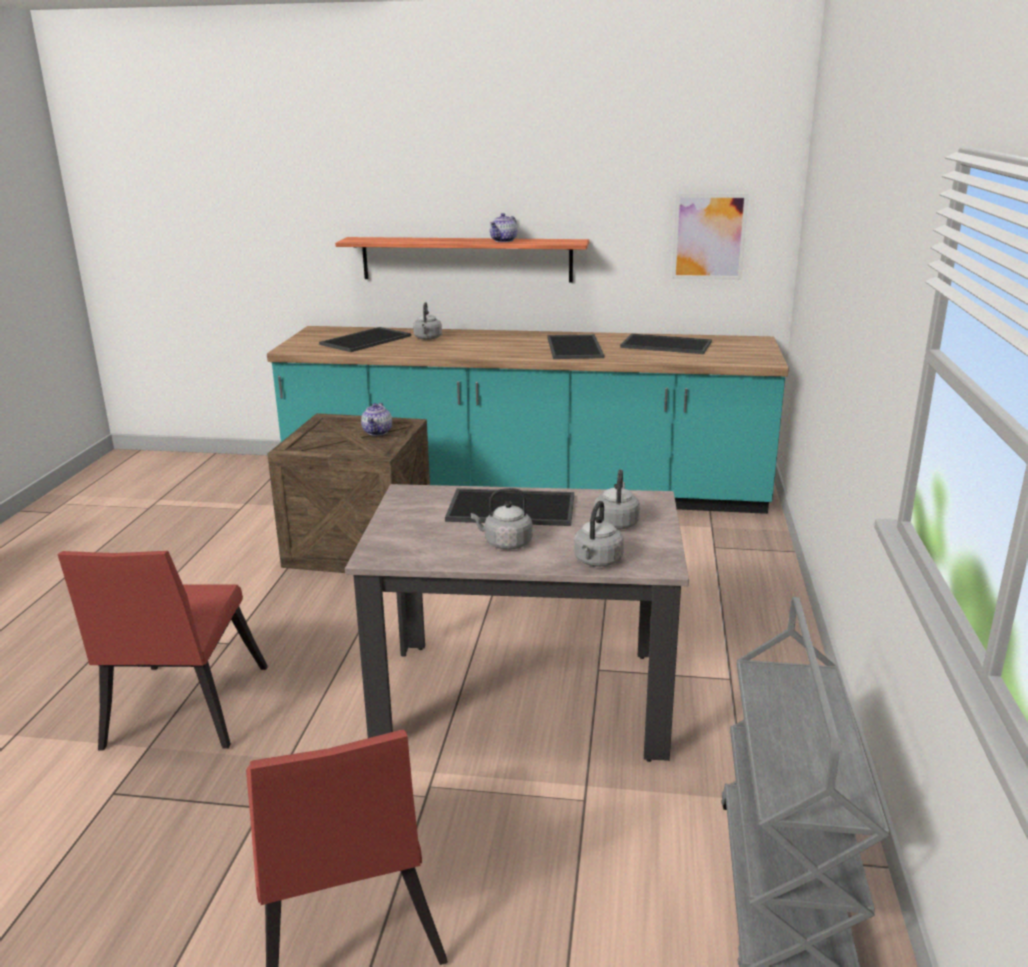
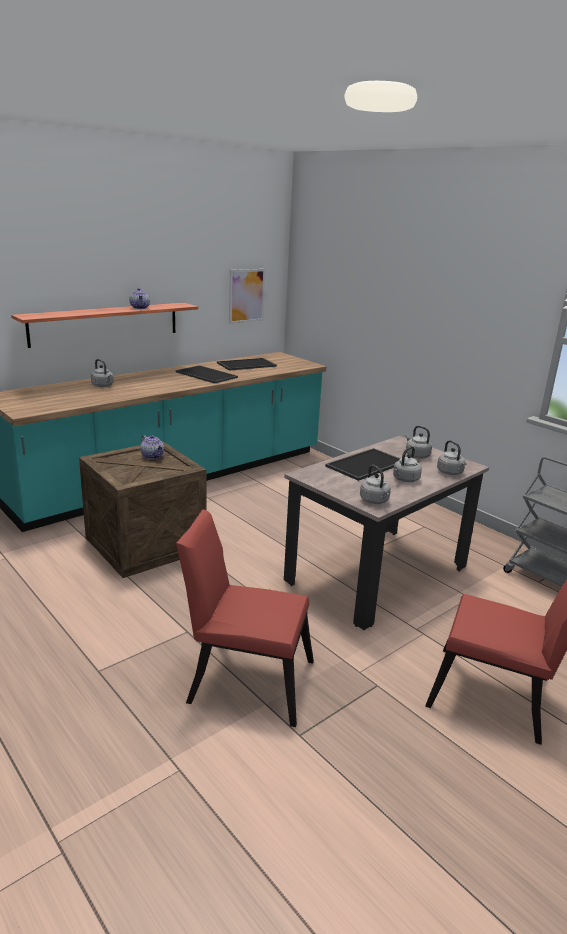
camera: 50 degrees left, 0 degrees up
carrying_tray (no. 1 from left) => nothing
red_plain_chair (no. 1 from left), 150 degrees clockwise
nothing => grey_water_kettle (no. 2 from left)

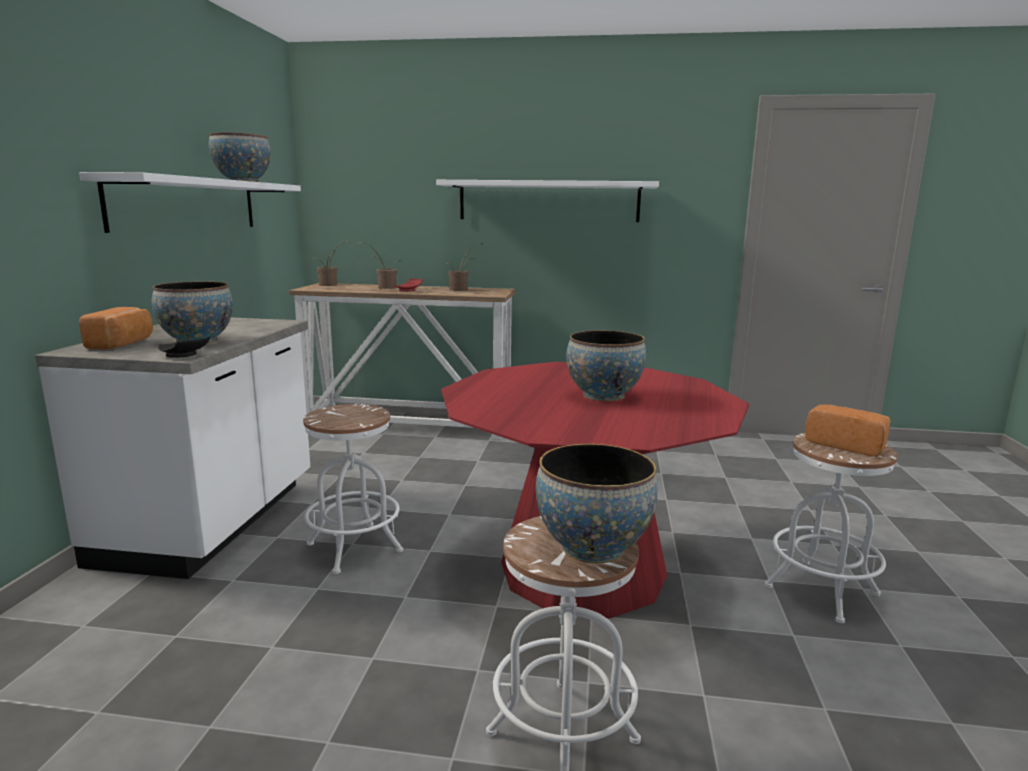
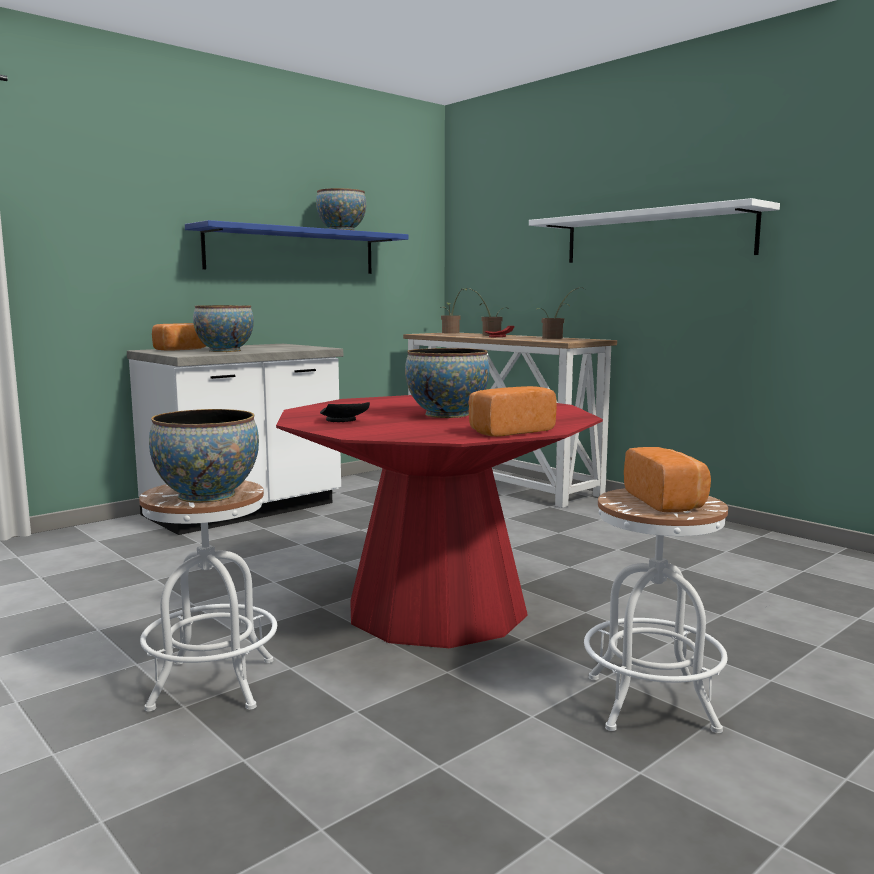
camera: 40 degrees right, 5 degrees down
white-coloured_shelf (no. 1 from left) => blue_shelf
blackish_flat_dish, shifted
white-coloured_sitting_stool (no. 1 from left) => nothing
nothing => bread (no. 2 from left)

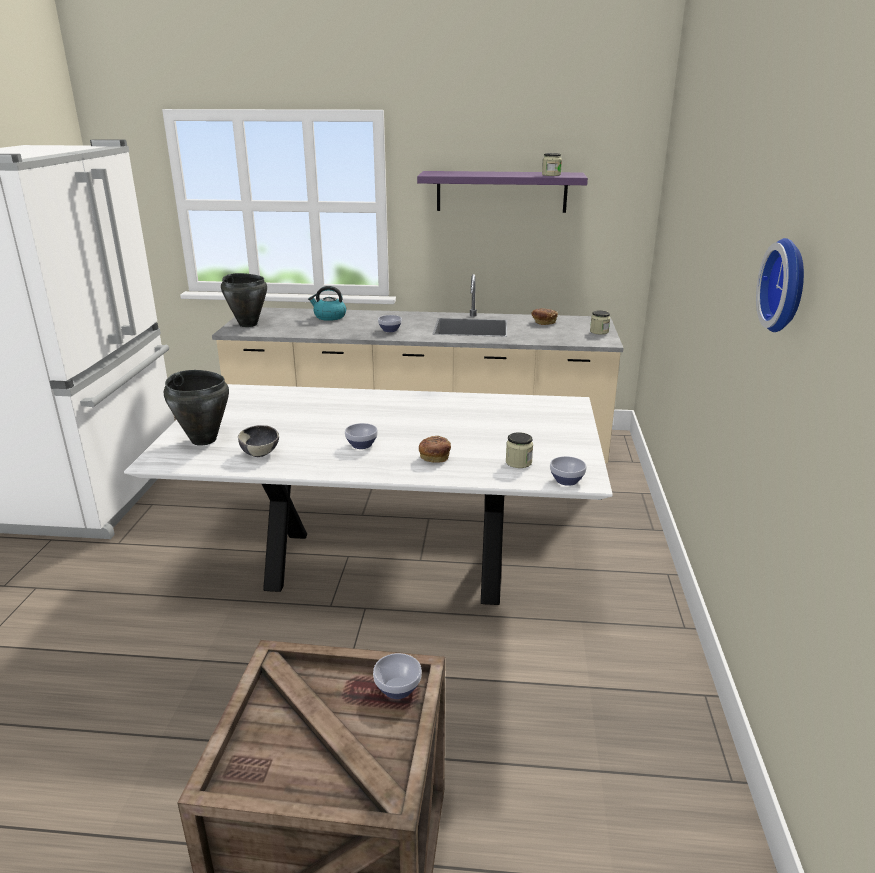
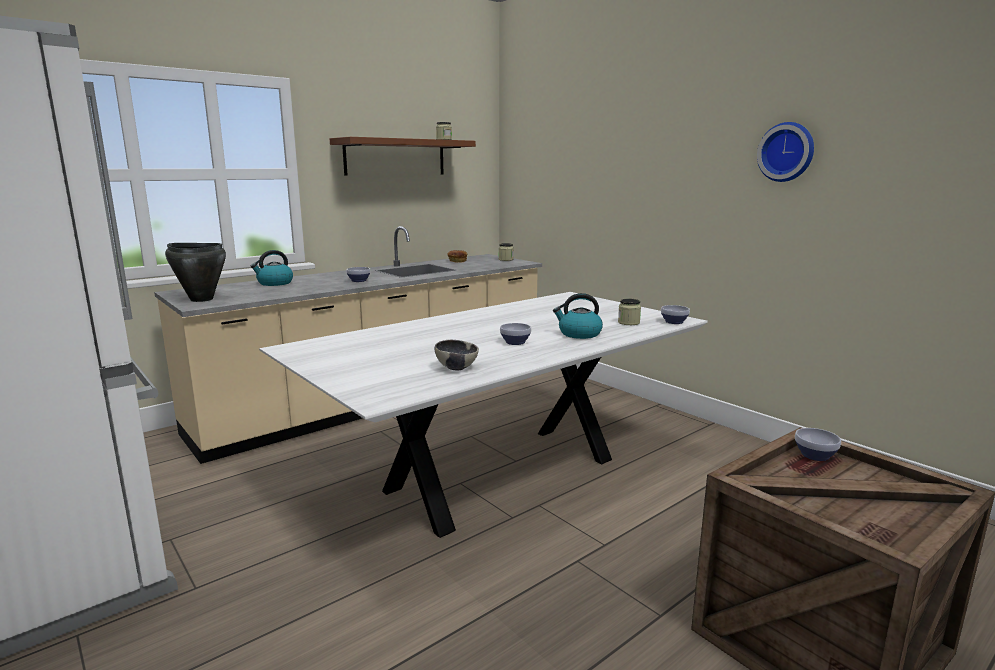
camera: 45 degrees left, 10 degrees down
purple-coloured_shelf => brown_shelf
blackish_saucepot (no. 1 from left) => nothing
bread (no. 1 from left) => water_kettle (no. 2 from left)

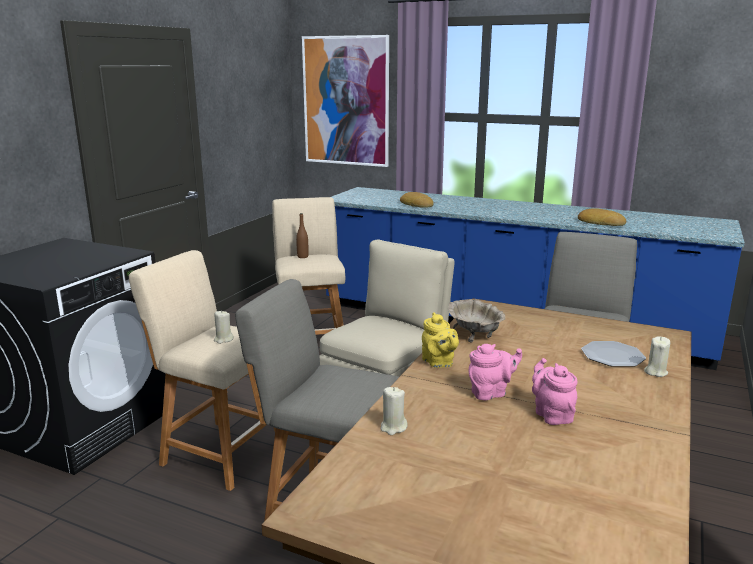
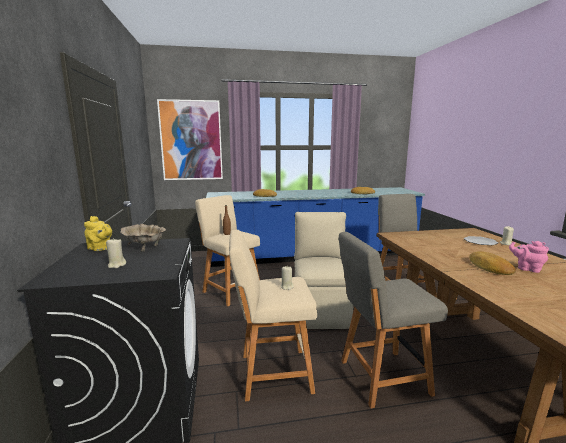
camera: 35 degrees left, 5 degrees down
beige_deep_dish, shifted
yellow_pot_for_tea, shifted
pink_pot_for_tea (no. 1 from left) => bread (no. 3 from left)
beige_candle (no. 2 from left in the first image) => beige_candle (no. 1 from left), shifted

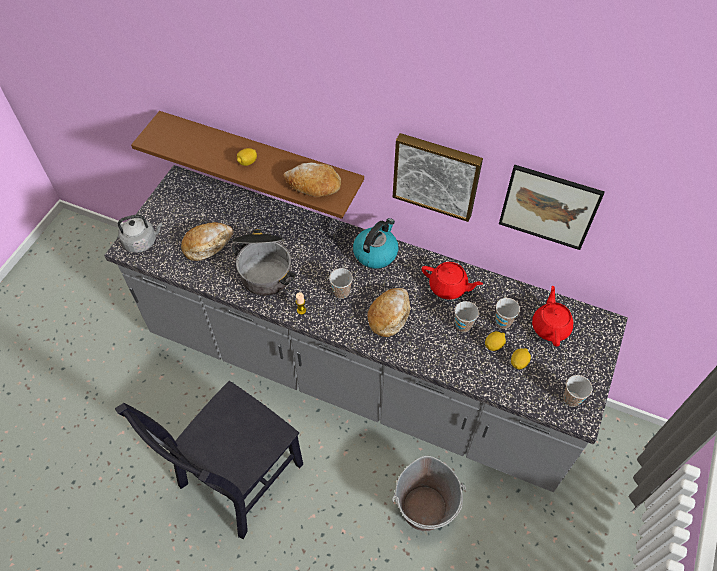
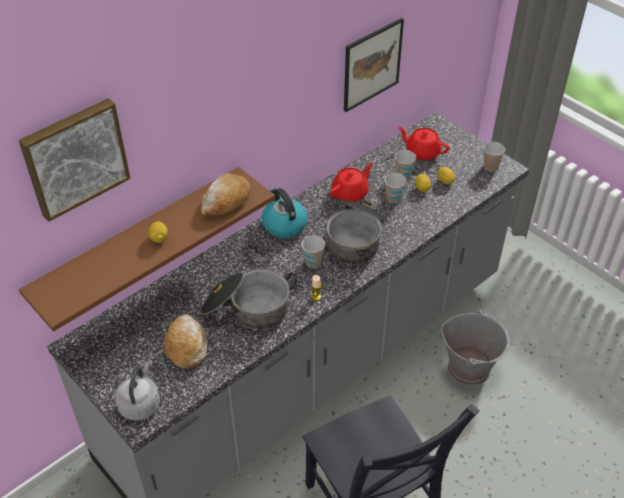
camera: 65 degrees left, 10 degrees down
picture (no. 1 from left), shifted
bread (no. 3 from left) => saucepot (no. 2 from left)

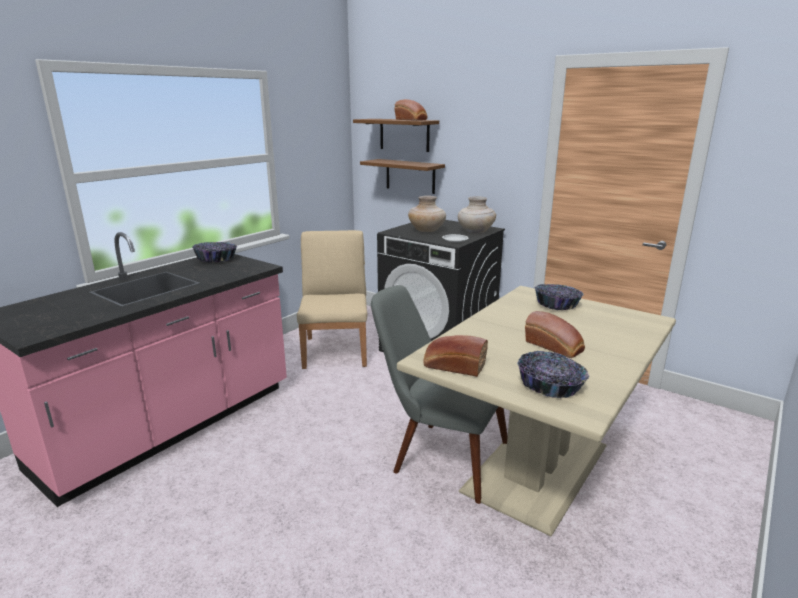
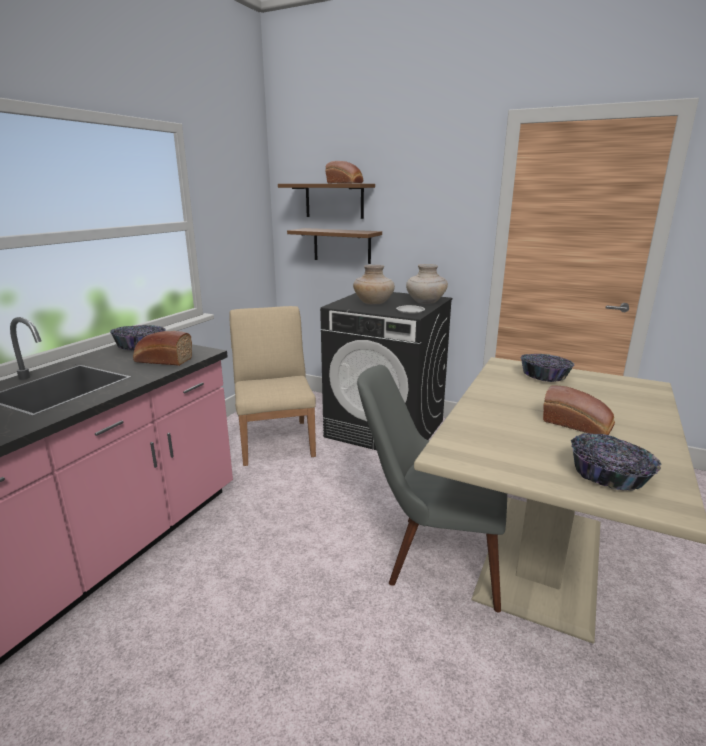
camera: 10 degrees left, 0 degrees up
bread (no. 2 from left in the first image) => bread (no. 1 from left), shifted

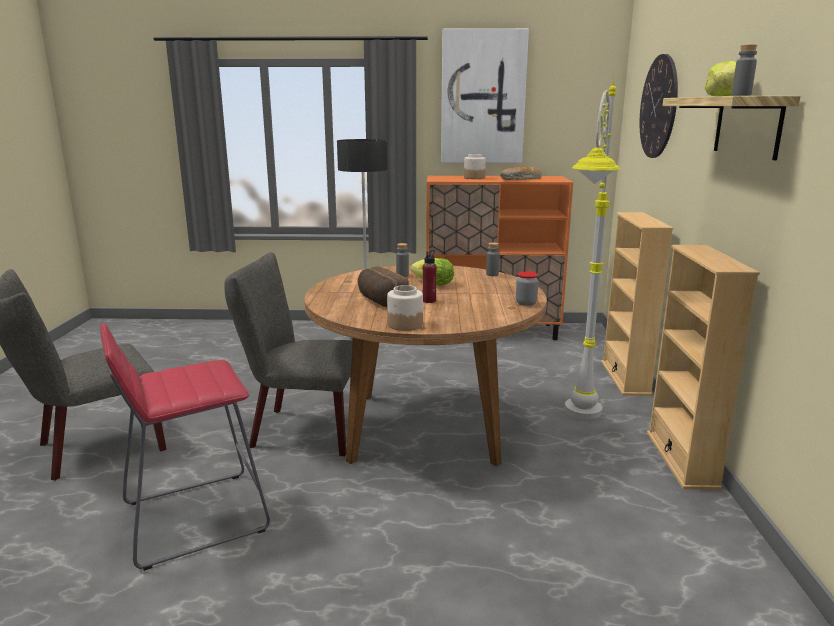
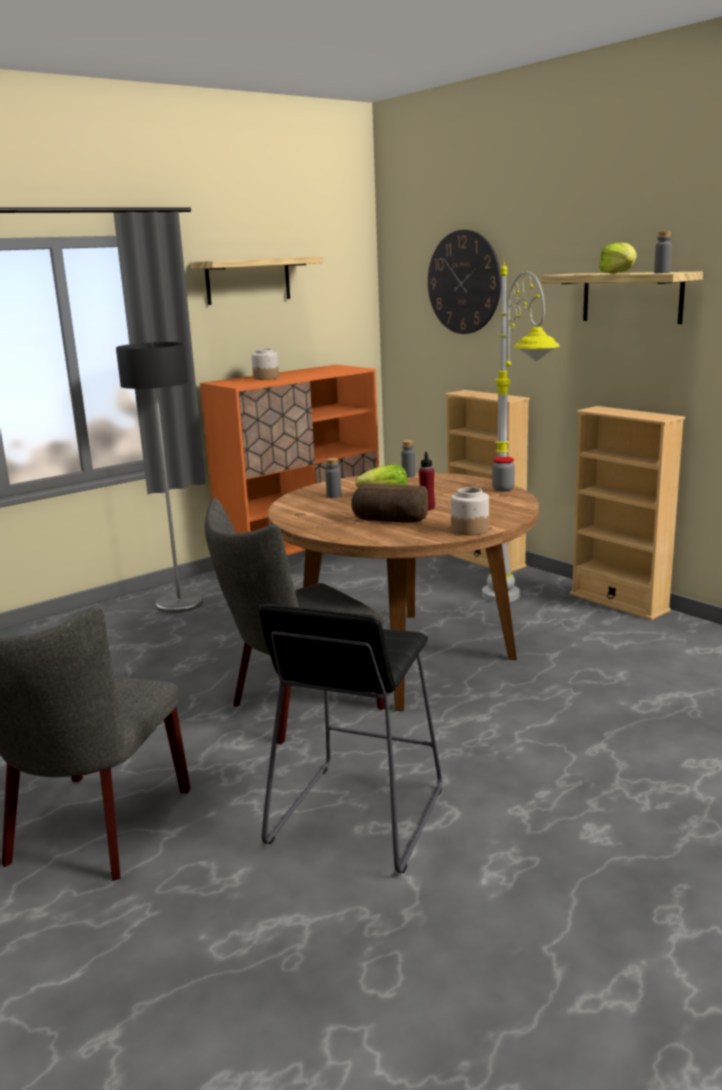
camera: 40 degrees left, 0 degrees up
picture => shelf (no. 1 from left)
bread (no. 2 from left) => nothing
red_sitting_stool => blackish_sitting_stool

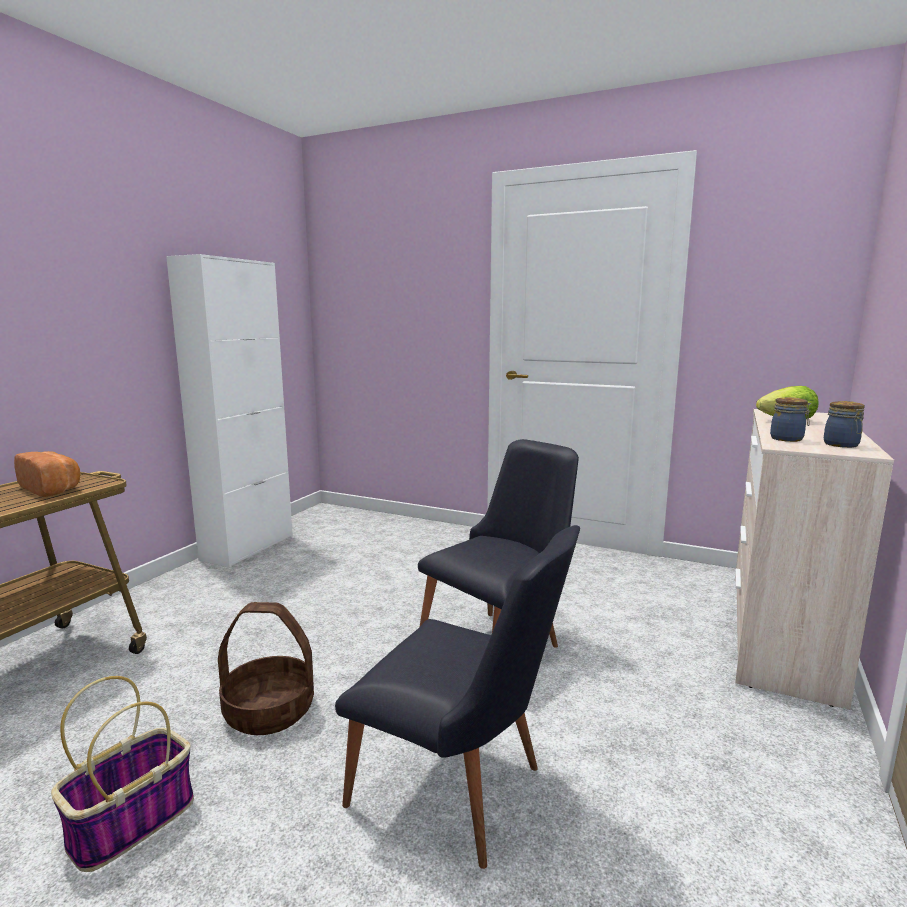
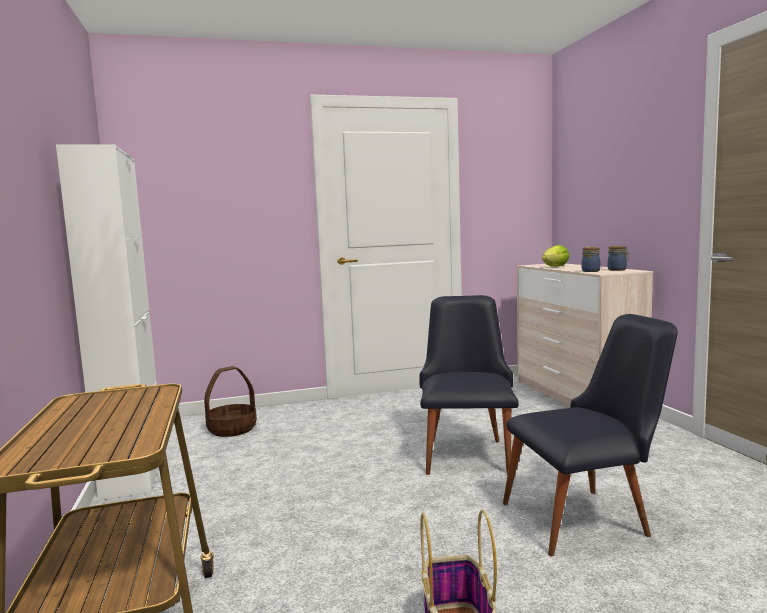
camera: 40 degrees left, 5 degrees down
bread => nothing
basket (no. 2 from left in the first image) => basket (no. 1 from left), shifted

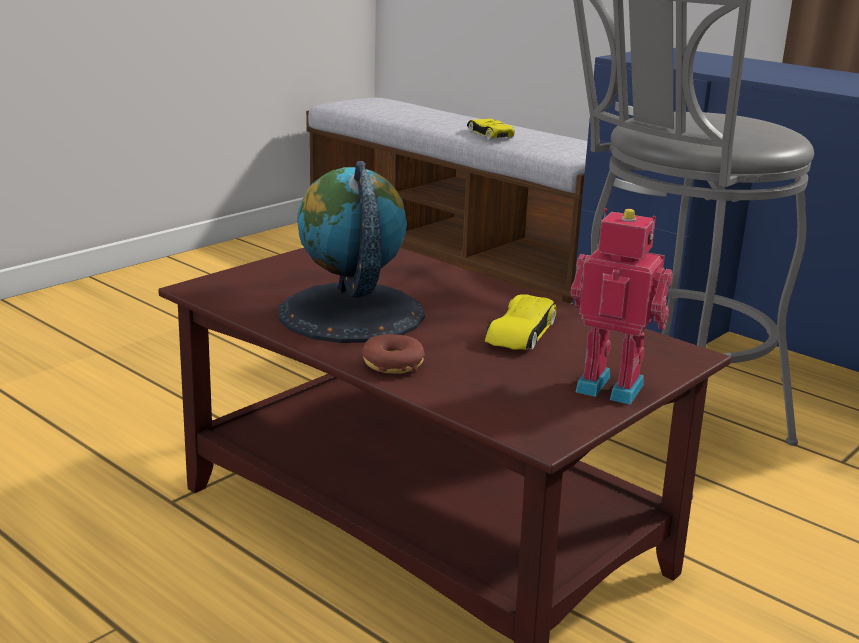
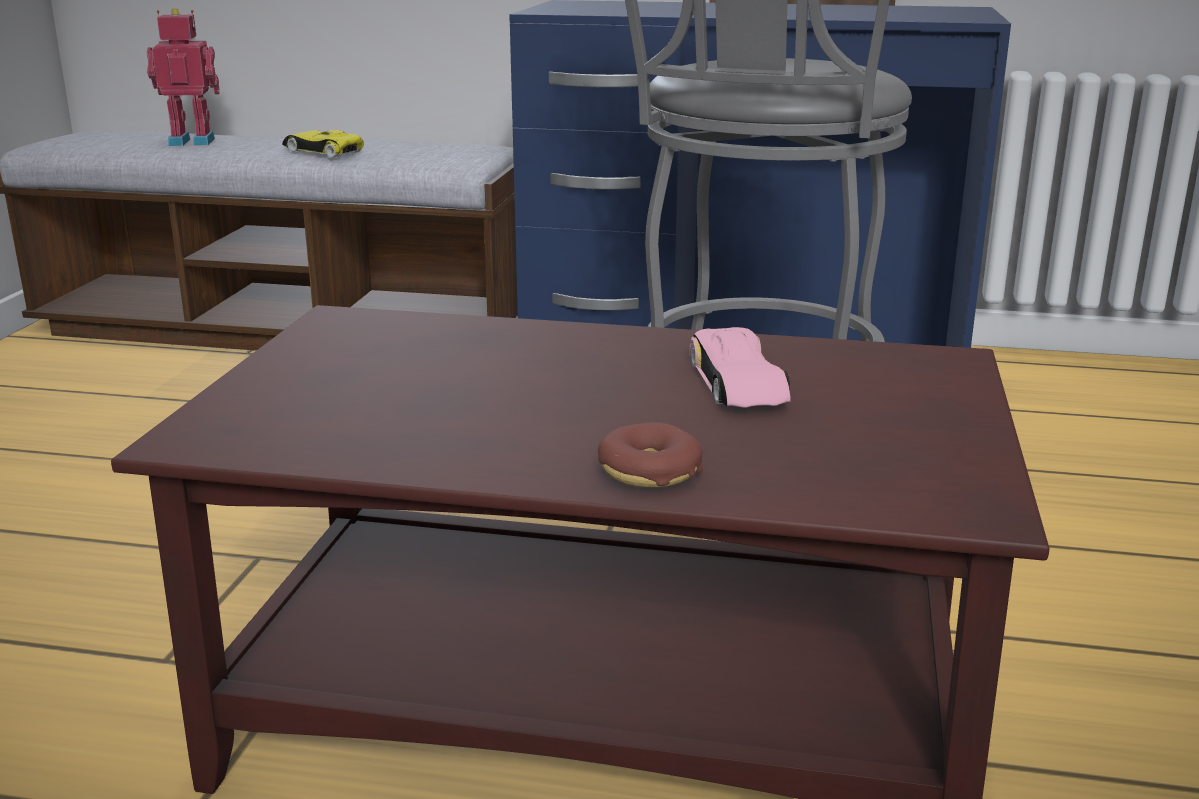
camera: 30 degrees left, 0 degrees up
desk_globe => nothing
robot_figure, shifted
yellow_toy_car (no. 2 from left) => pink_toy_car

